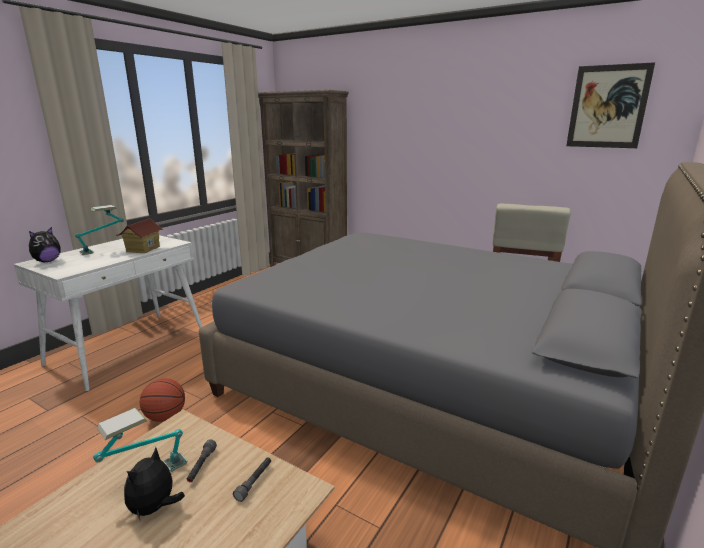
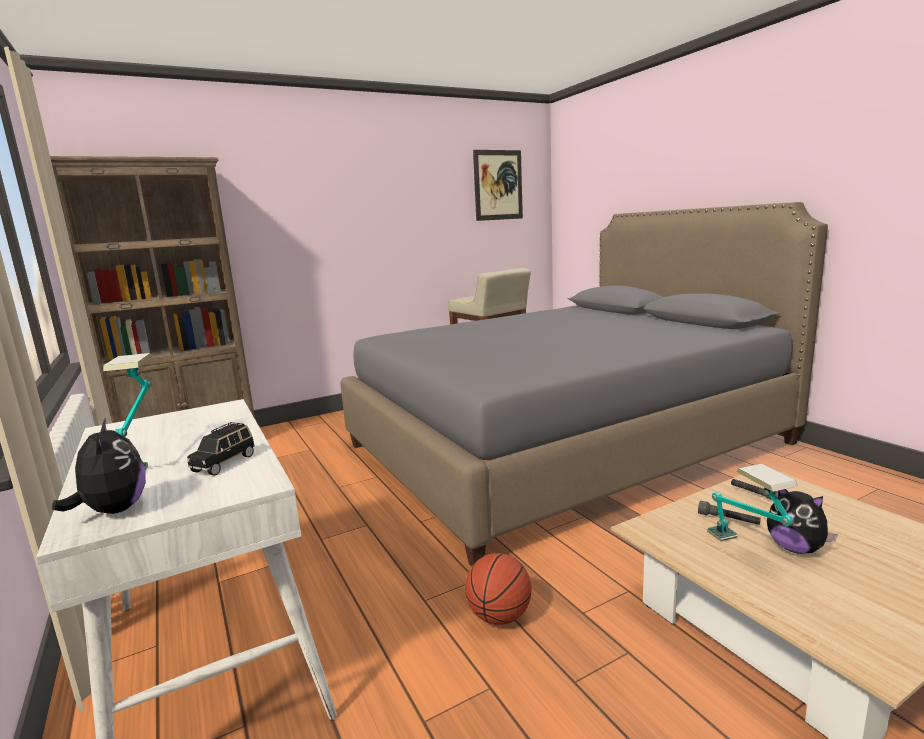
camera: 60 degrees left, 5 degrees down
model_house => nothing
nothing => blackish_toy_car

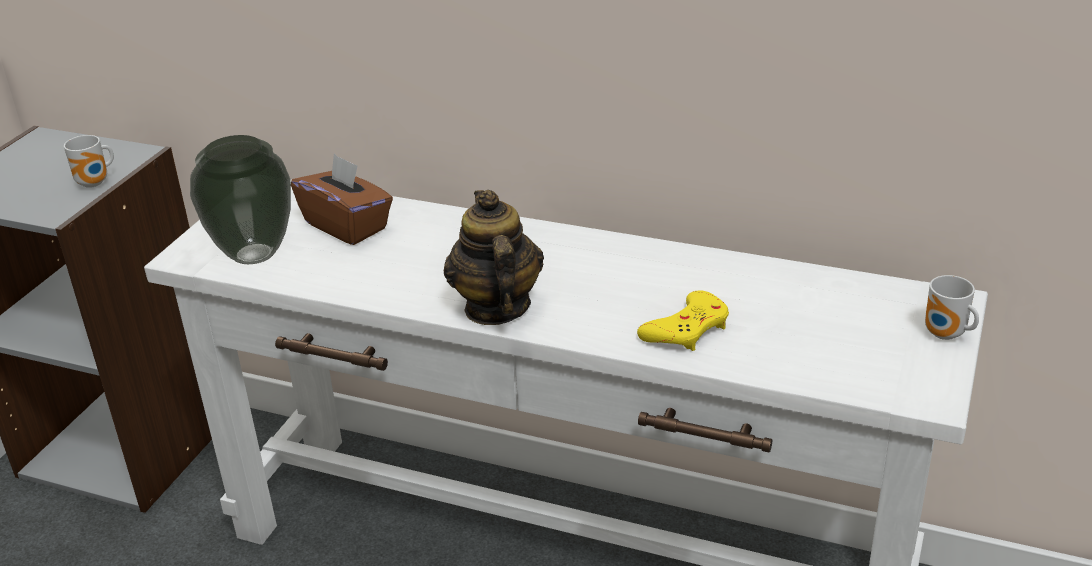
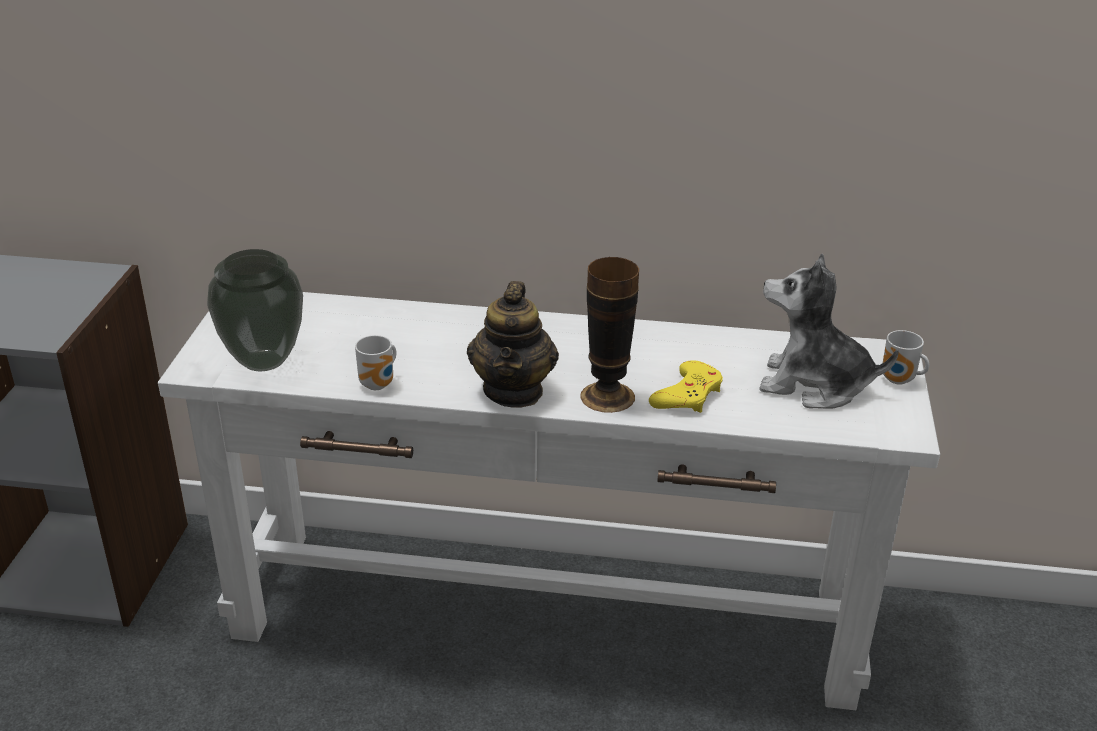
camera: 15 degrees left, 0 degrees up
mug (no. 1 from left), shifted
brown_tissue_holder => nothing
pot_for_tea, 150 degrees counterclockwise
nothing => soft_toy
nothing => vase (no. 2 from left)

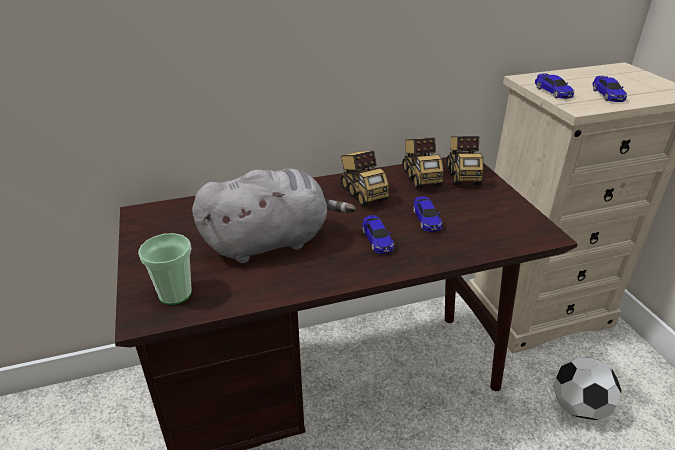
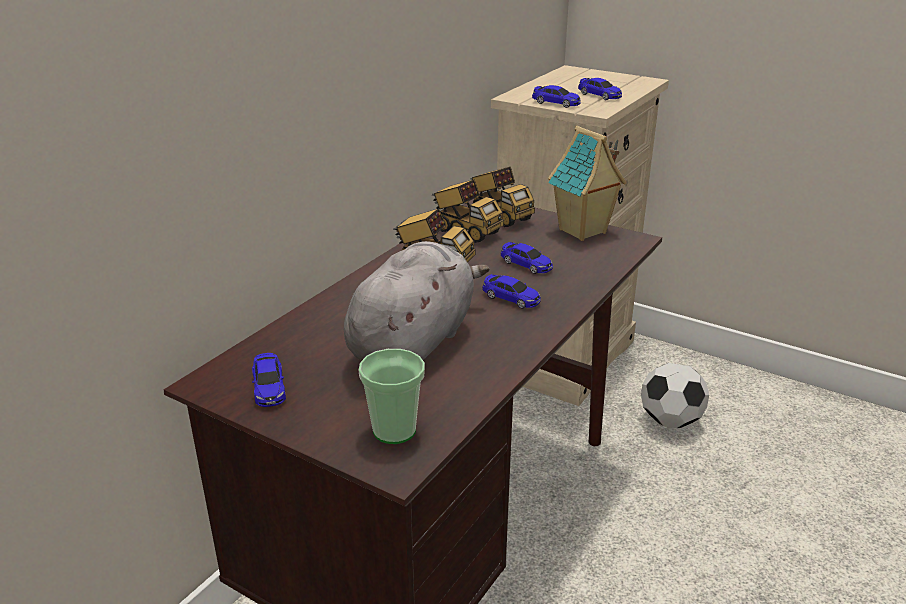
camera: 40 degrees left, 5 degrees down
nothing => model_house
nothing => toy_car (no. 1 from left)

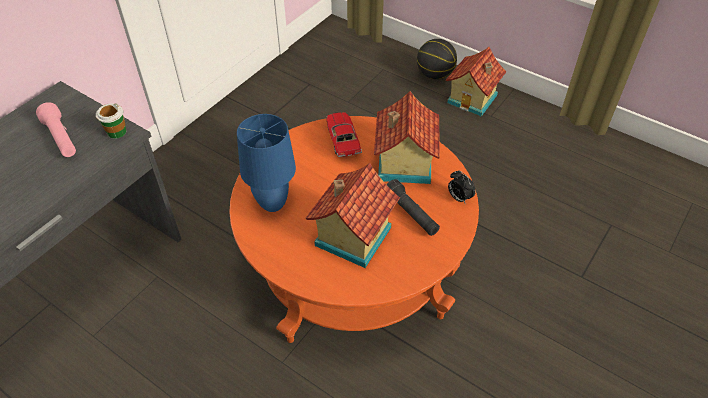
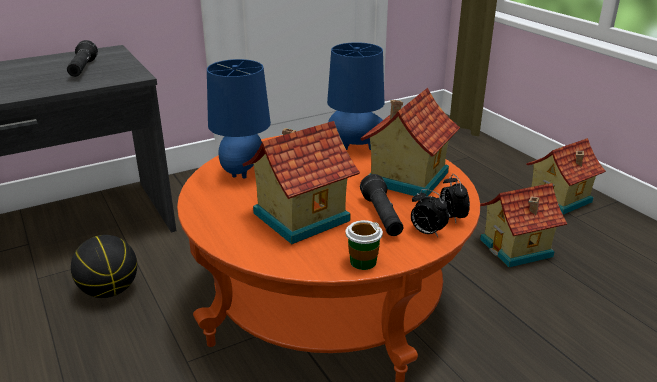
camera: 25 degrees right, 20 degrees down
basketball, shifted
pink_torch => blackish_torch (no. 1 from left)
small_cup, shifted
toy_car => blue_tabletop_lamp (no. 2 from left)
nothing => model_house (no. 3 from left)
nothing => bedside_clock (no. 1 from left)

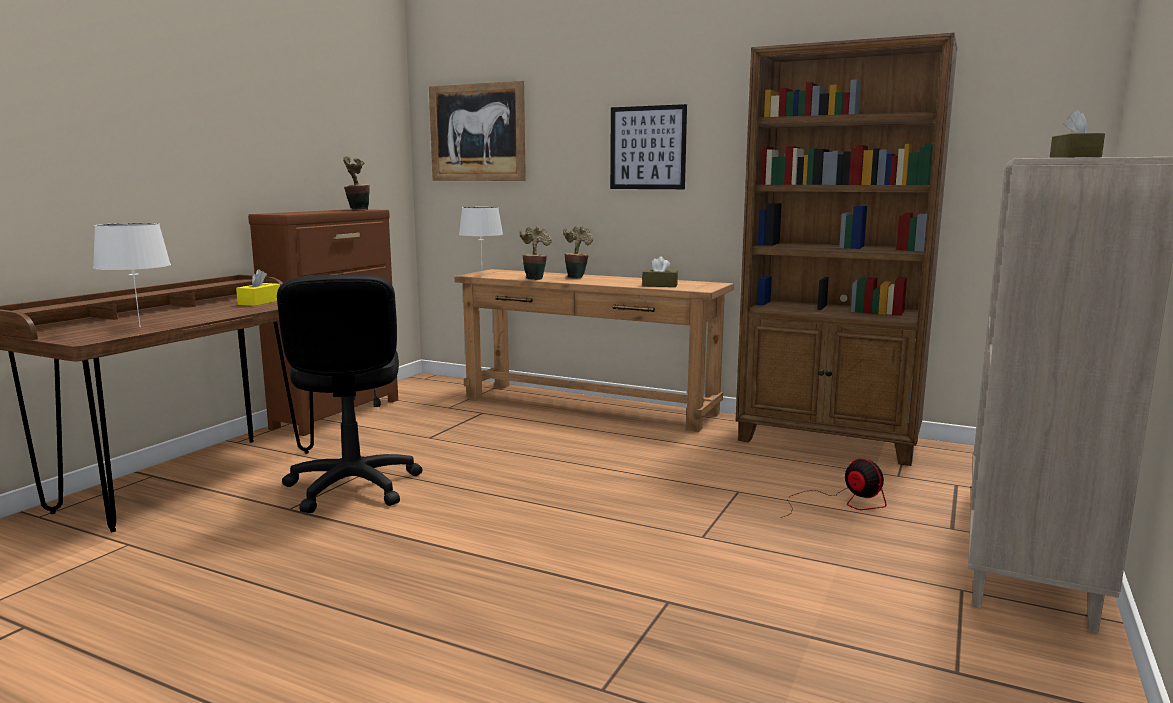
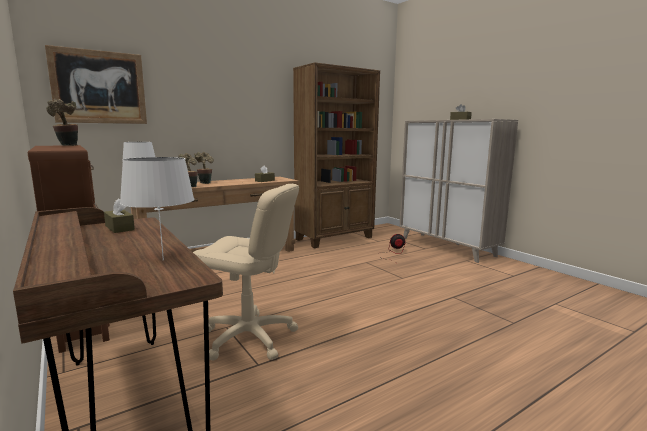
camera: 60 degrees left, 0 degrees up
picture (no. 2 from left) => nothing
yellow_tissue_holder => brown_tissue_holder (no. 1 from left)
blackish_computer_chair => beige_computer_chair

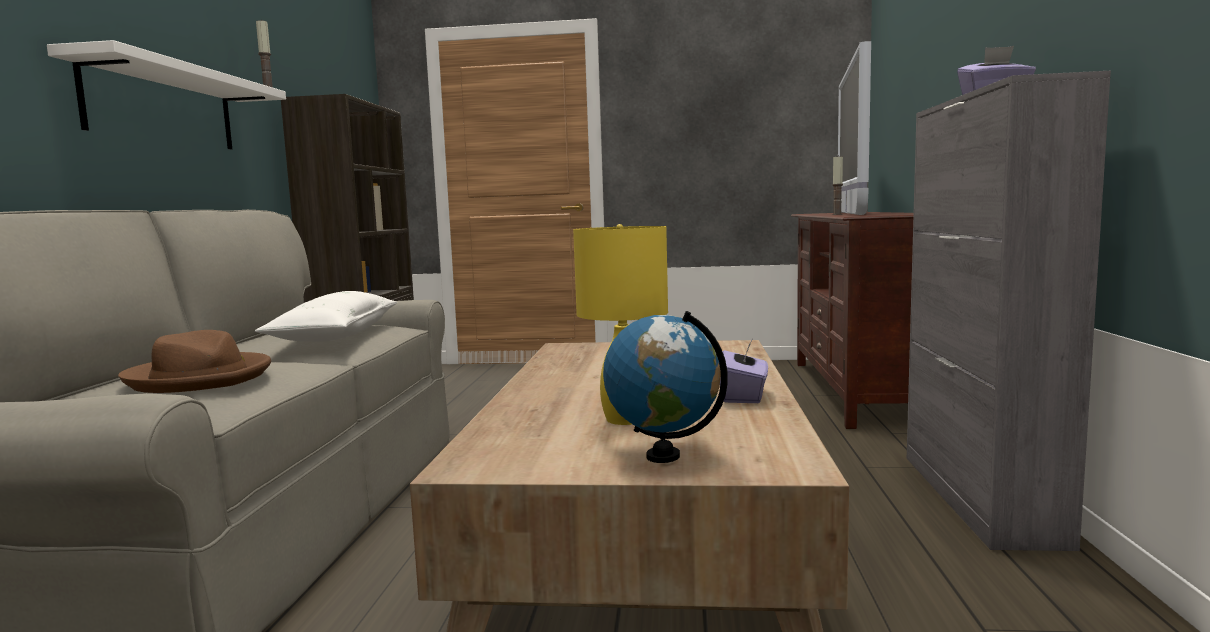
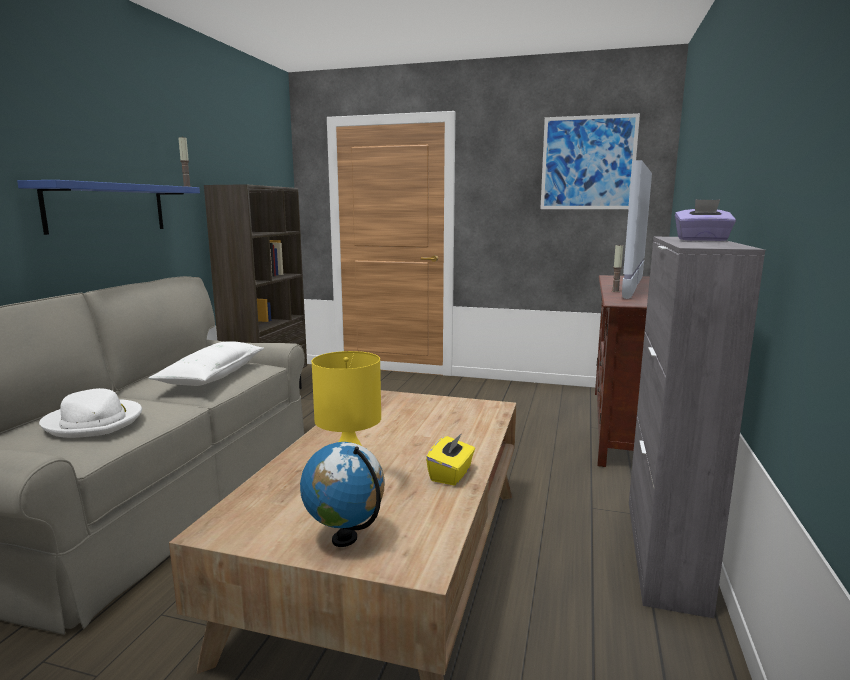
camera: 10 degrees right, 5 degrees up
white-coloured_shelf => blue_shelf
brown_wearable_hat => white-coloured_wearable_hat
purple-coloured_tissue_holder (no. 1 from left) => yellow_tissue_holder
nothing => picture

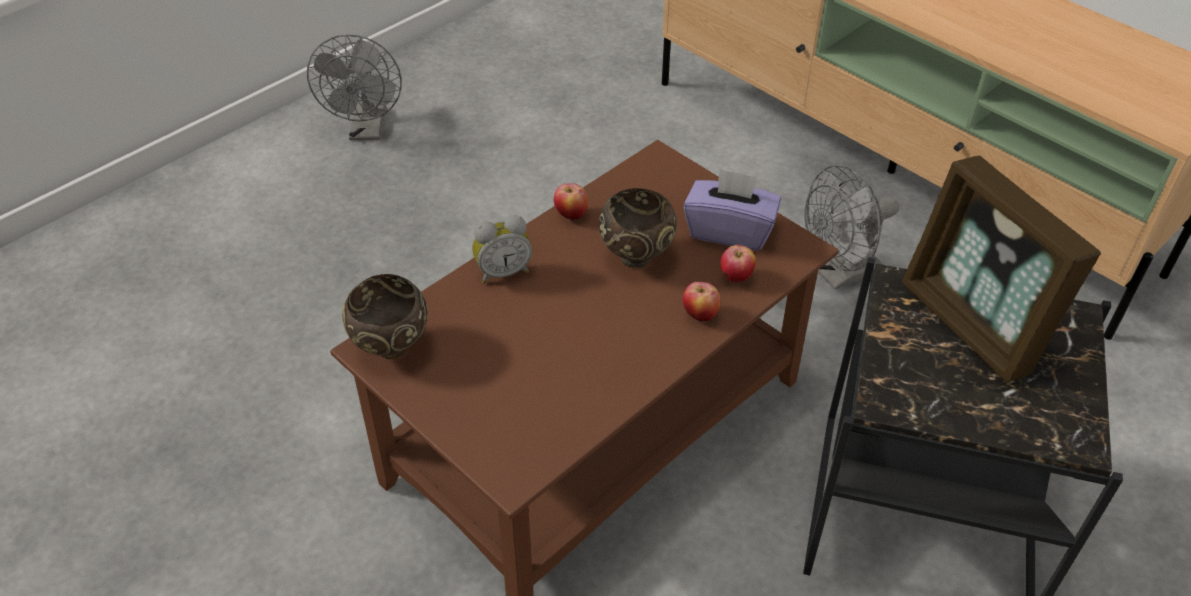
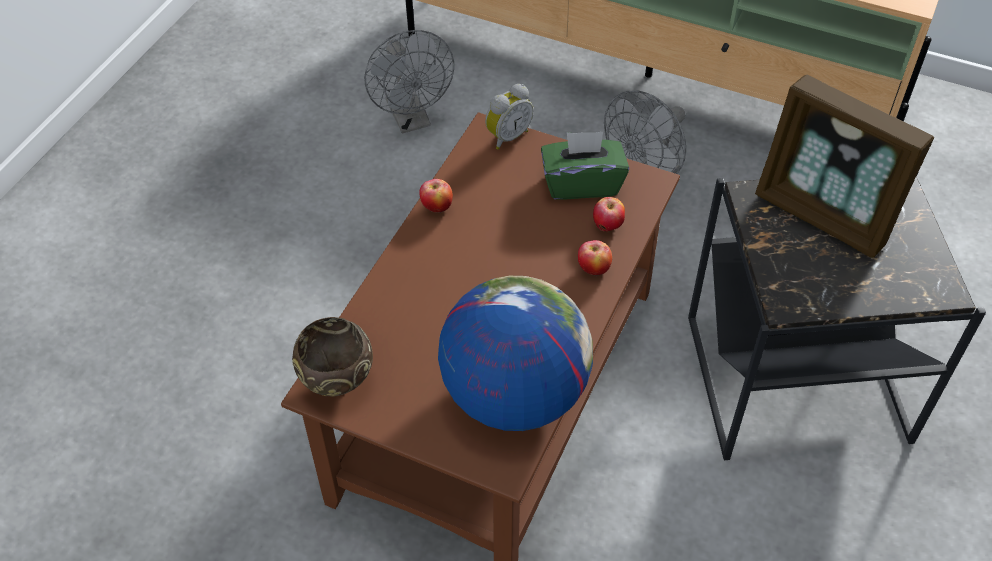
camera: 20 degrees left, 5 degrees up
grey_cooling_fan (no. 1 from left), shifted
purple-coloured_tissue_holder => greenish_tissue_holder
brown_deep_dish (no. 2 from left) => nothing
bedside_clock, shifted
nothing => desk_globe

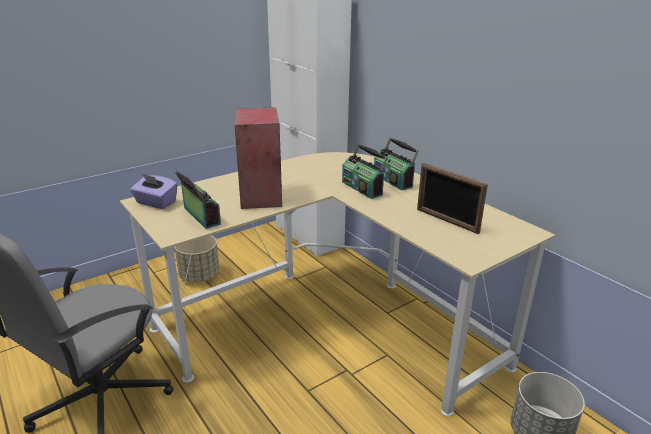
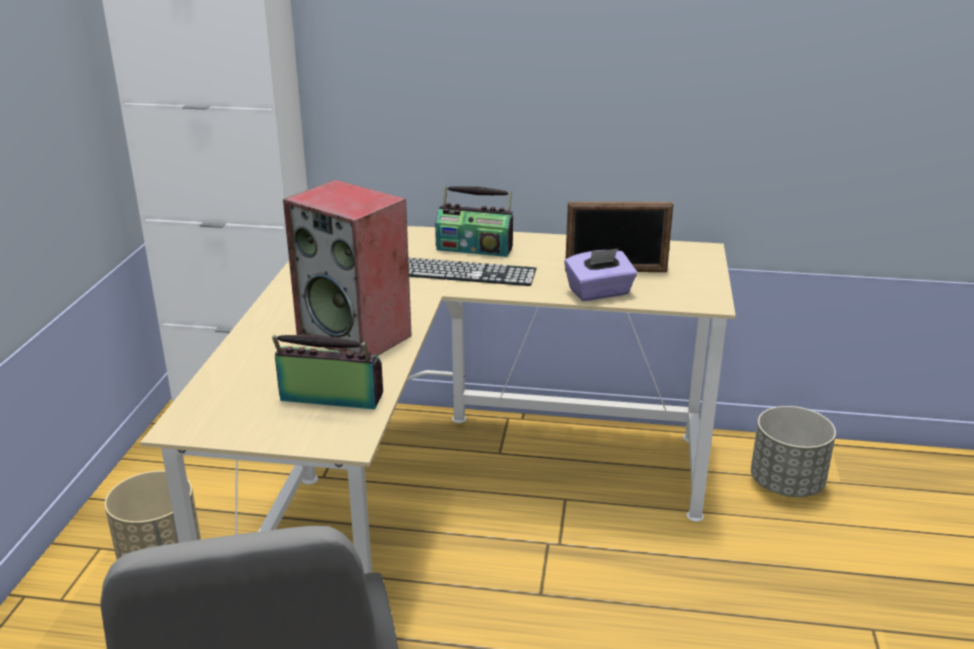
camera: 45 degrees left, 0 degrees up
radio_receiver (no. 2 from left) => keyboard
purple-coloured_tissue_holder, shifted

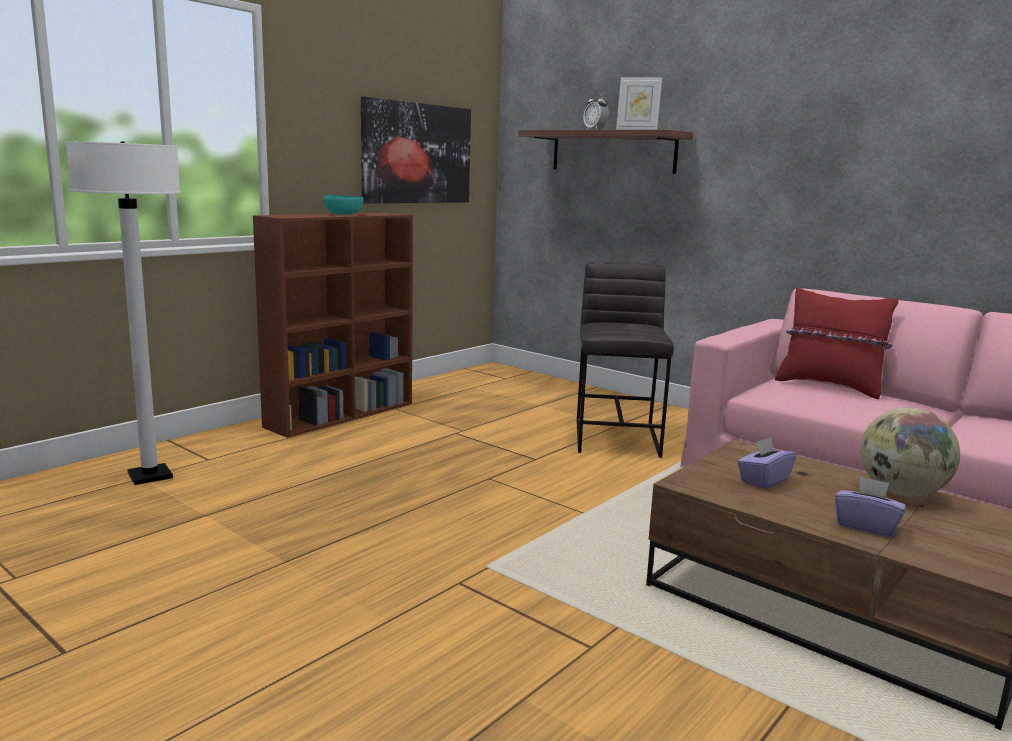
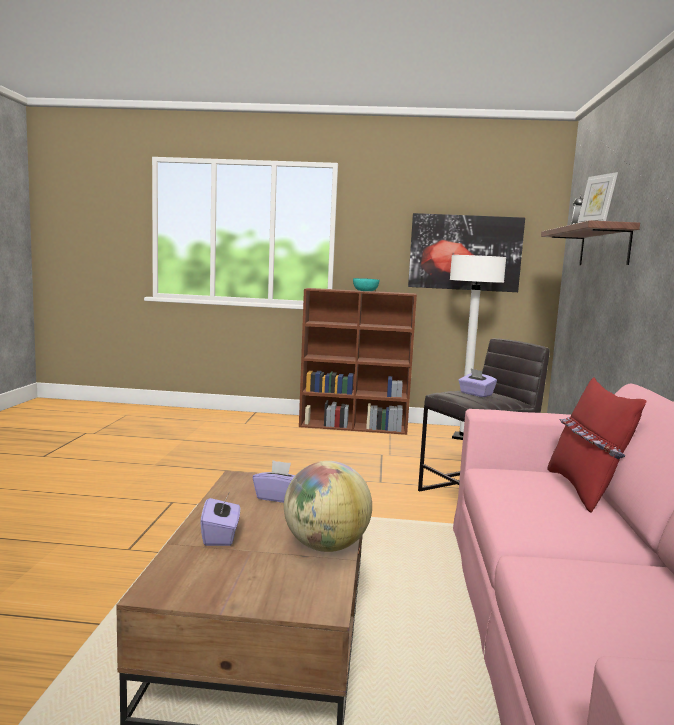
camera: 55 degrees right, 5 degrees down
white-coloured_standing_lamp, shifted
nothing => purple-coloured_tissue_holder (no. 3 from left)

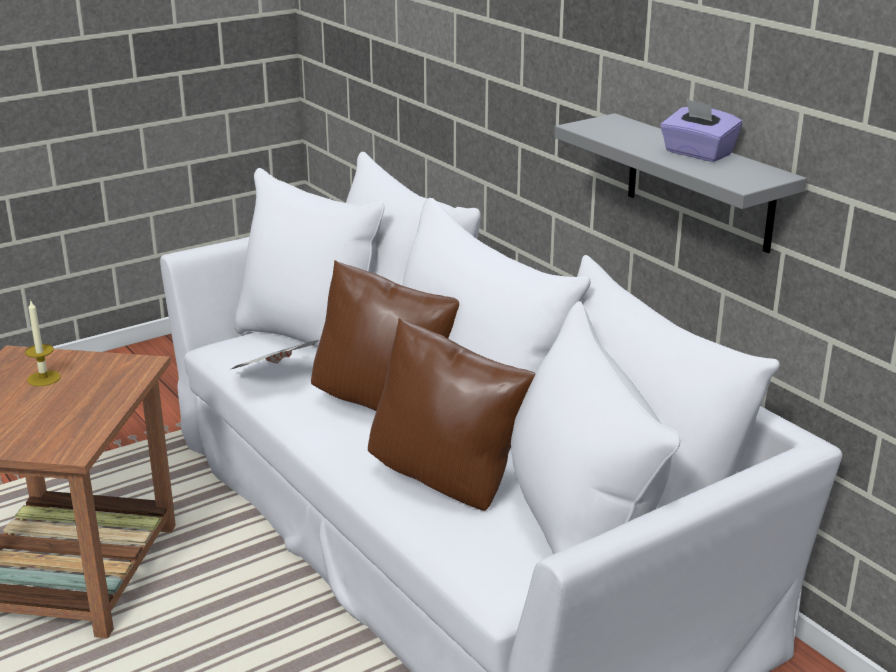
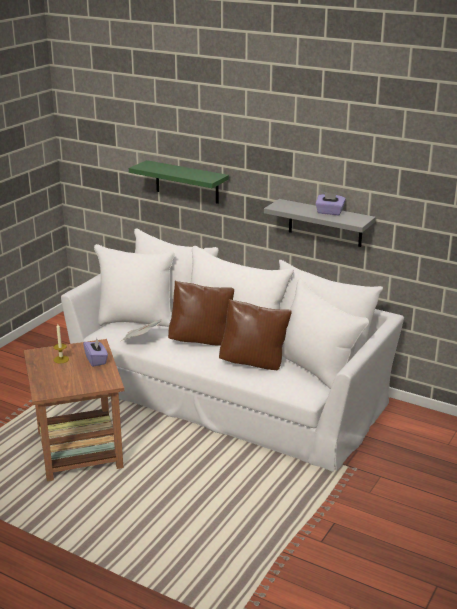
camera: 25 degrees left, 0 degrees up
nothing => greenish_shelf
nothing => purple-coloured_tissue_holder (no. 1 from left)

